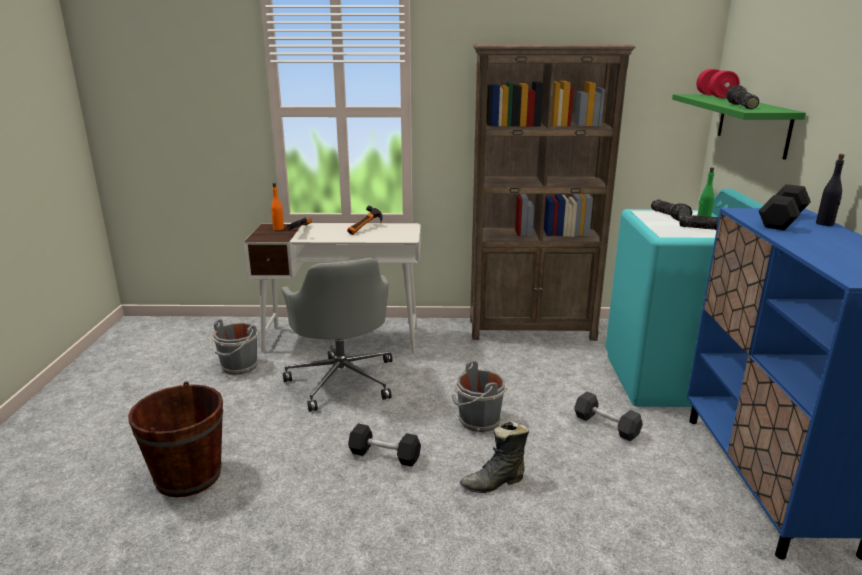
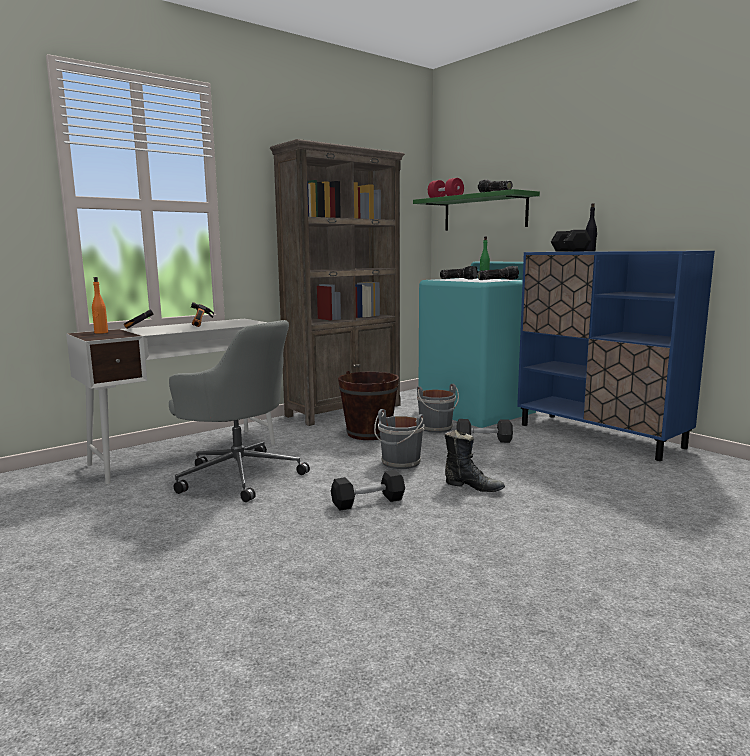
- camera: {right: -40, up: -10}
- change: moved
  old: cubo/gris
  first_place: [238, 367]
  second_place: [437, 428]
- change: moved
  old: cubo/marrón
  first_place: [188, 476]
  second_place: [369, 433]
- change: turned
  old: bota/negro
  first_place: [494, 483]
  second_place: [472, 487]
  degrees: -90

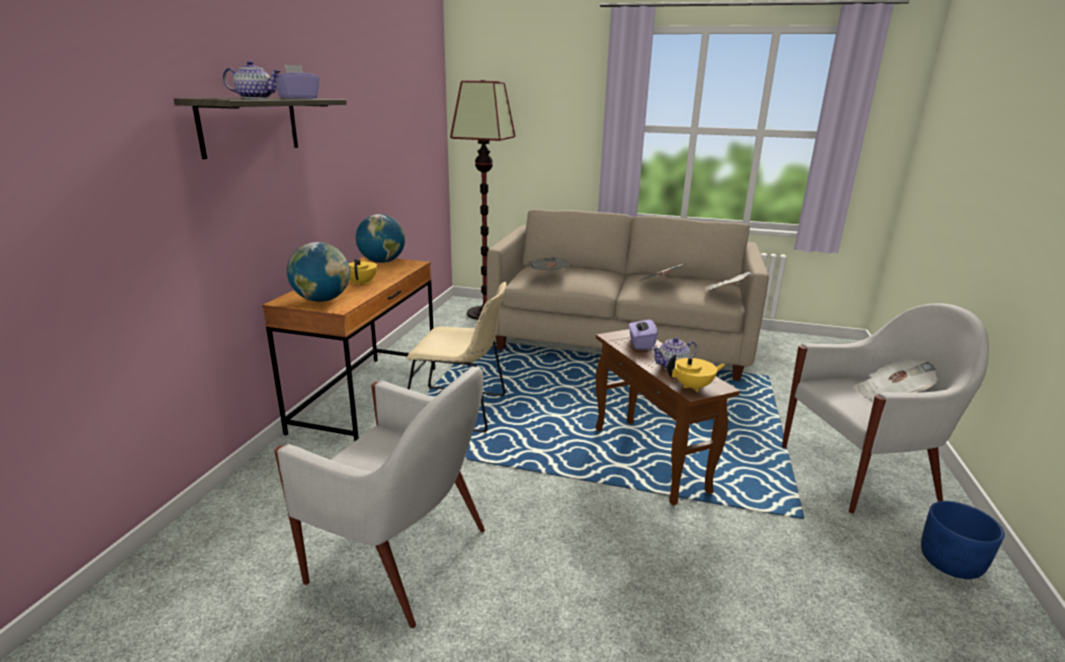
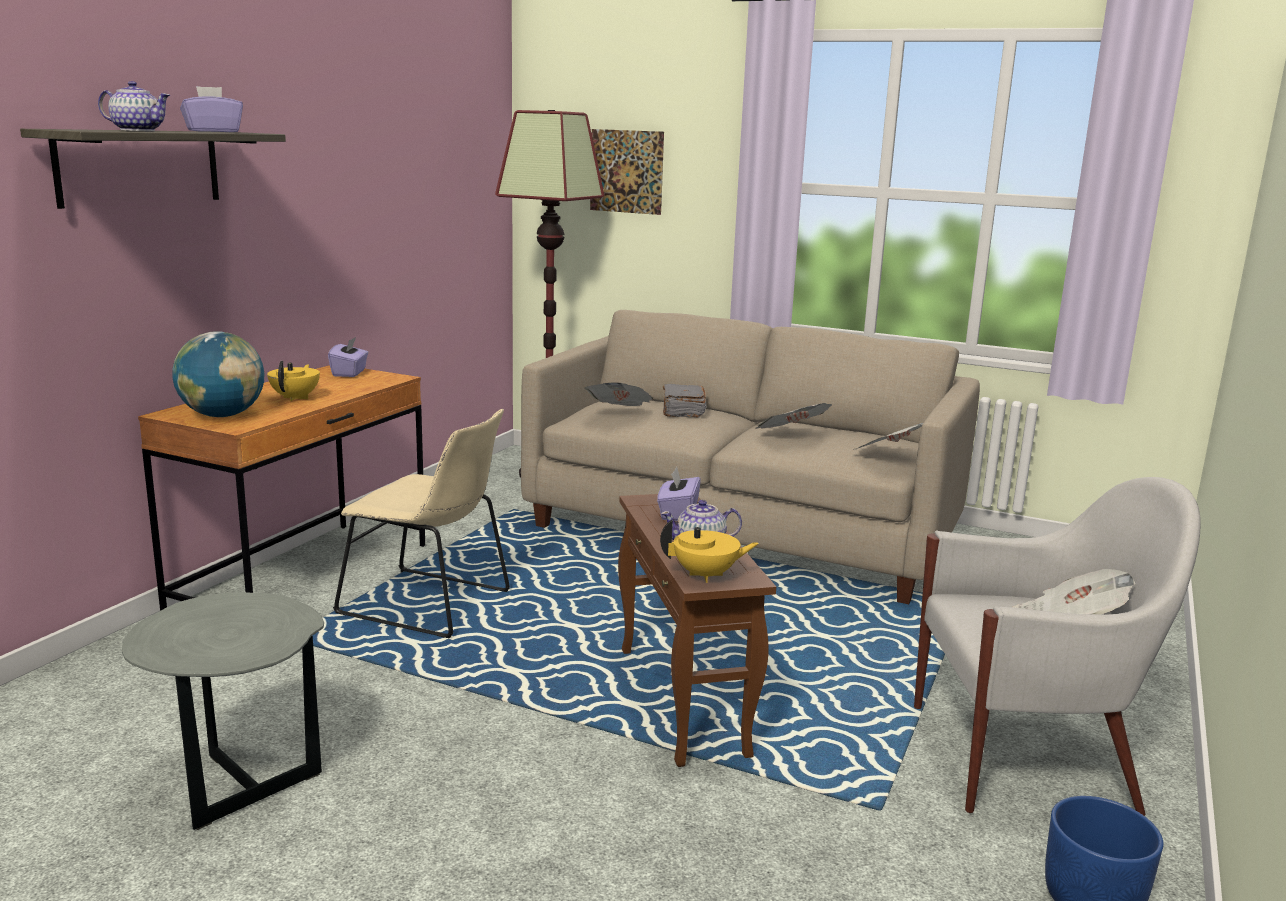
- camera: {right: 10, up: -5}
- change: replaced
  old: globo terráqueo
  new: caja de pañuelos/morado
  first_place: [382, 262]
  second_place: [349, 373]
- change: replaced
  old: sillón/blanco
  new: mesa auxiliar/gris
  first_place: [402, 557]
  second_place: [238, 784]
- change: added
  new: cuadro
  second_place: [626, 171]
- change: added
  new: libro/gris
  second_place: [682, 411]

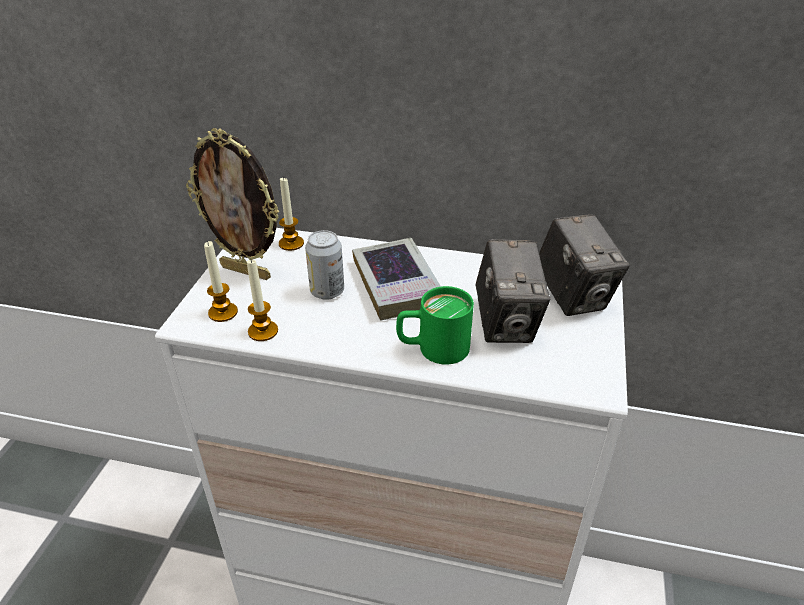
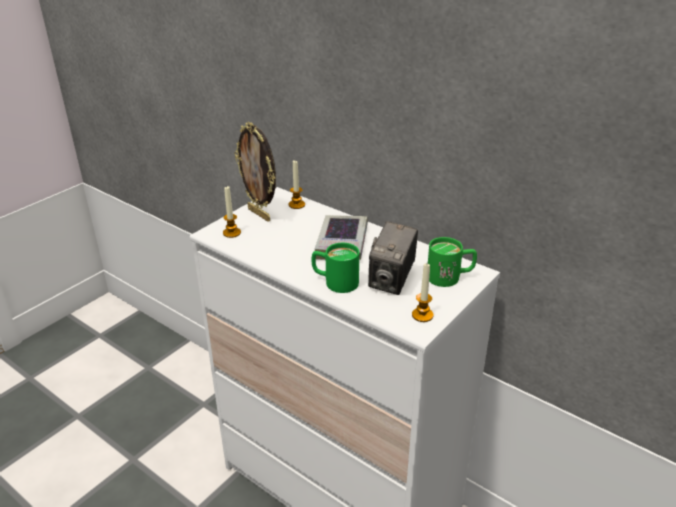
- camera: {right: 25, up: -5}
- change: replaced
  old: cámara
  new: taza grande/verde
  first_place: [573, 296]
  second_place: [450, 277]
- change: removed
  old: lata
  first_place: [327, 291]
- change: moved
  old: vela
  first_place: [263, 331]
  second_place: [422, 315]

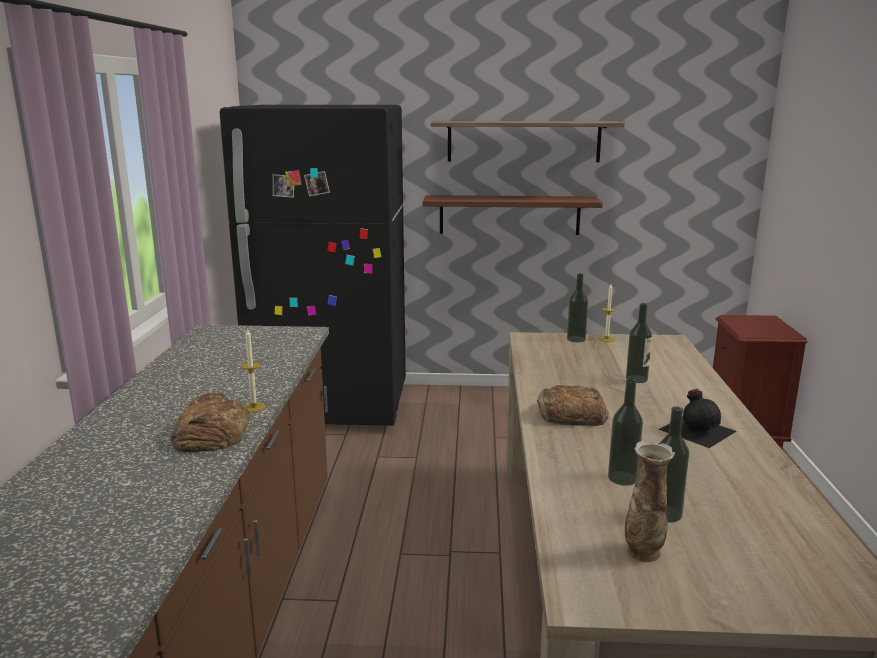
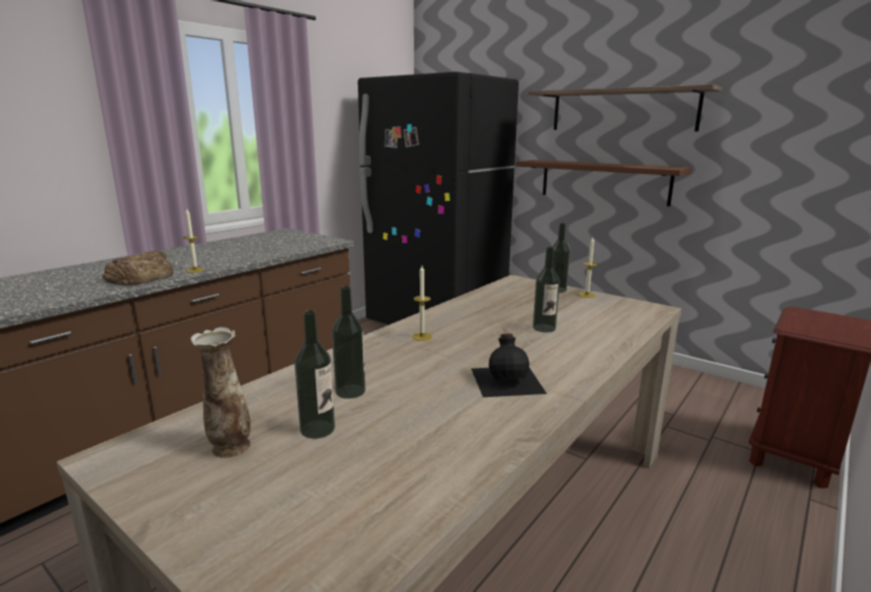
- camera: {right: 35, up: 0}
- change: replaced
  old: pan
  new: vela
  first_place: [570, 414]
  second_place: [422, 336]

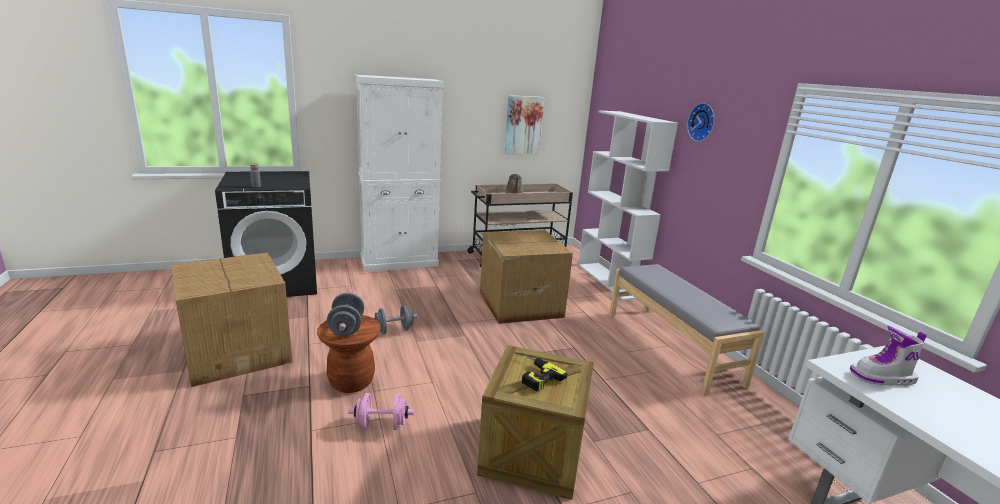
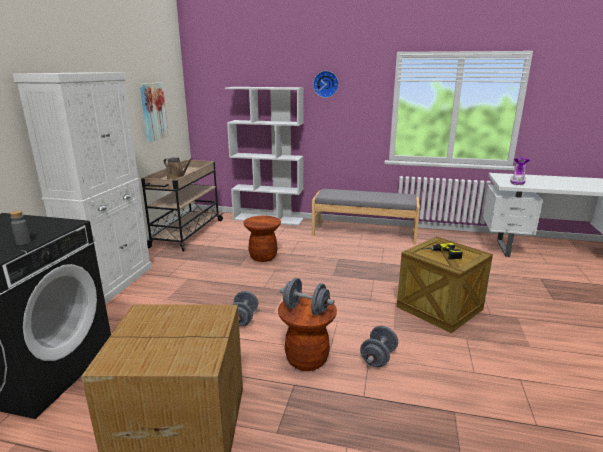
- camera: {right: -55, up: 0}
- change: replaced
  old: caja de cartón
  new: taburete/marrón
  first_place: [519, 304]
  second_place: [263, 257]
- change: recoloured
  old: mancuerna/rosa
  new: mancuerna/gris
  first_place: [381, 425]
  second_place: [378, 358]

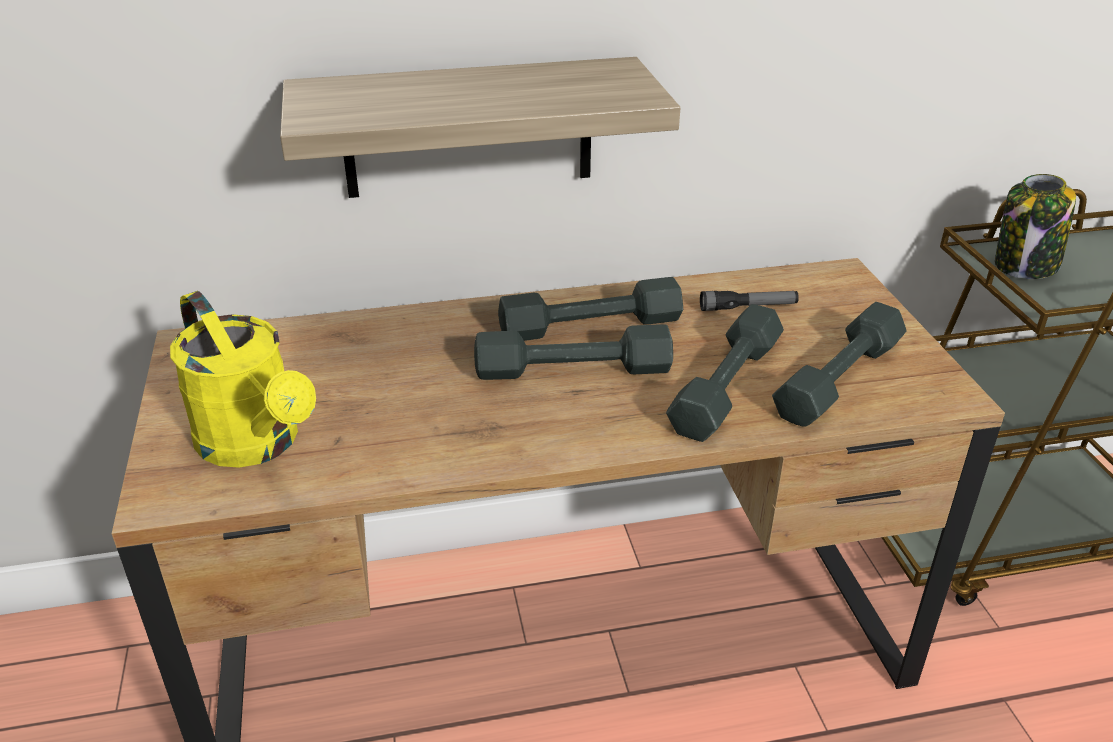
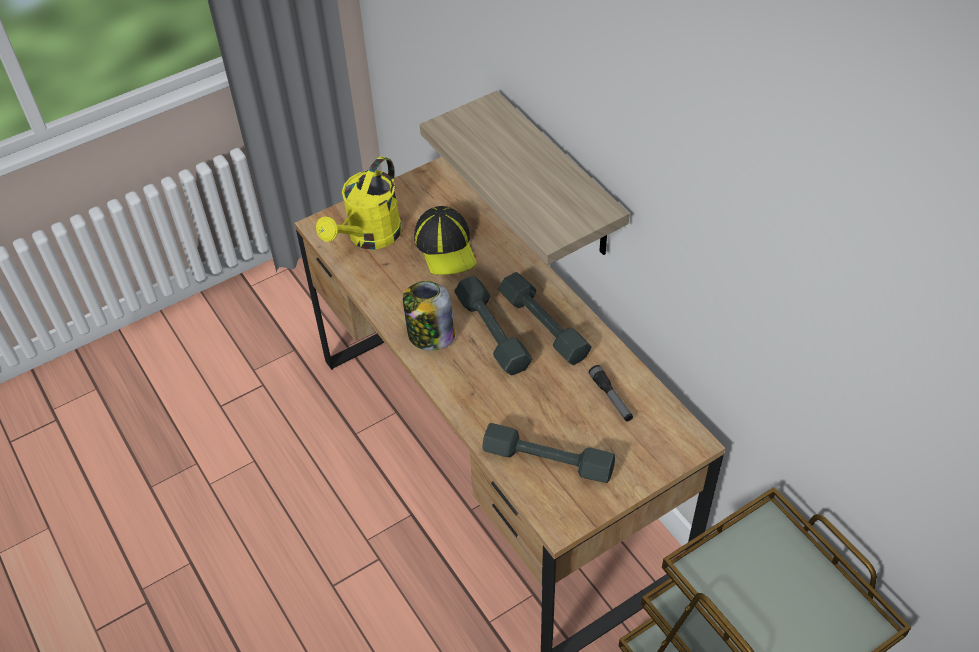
- camera: {right: 70, up: 15}
- change: moved
  old: tarro
  first_place: [1025, 266]
  second_place: [430, 335]
- change: removed
  old: mancuerna/gris
  first_place: [725, 385]
- change: added
  new: gorra
  second_place: [446, 247]

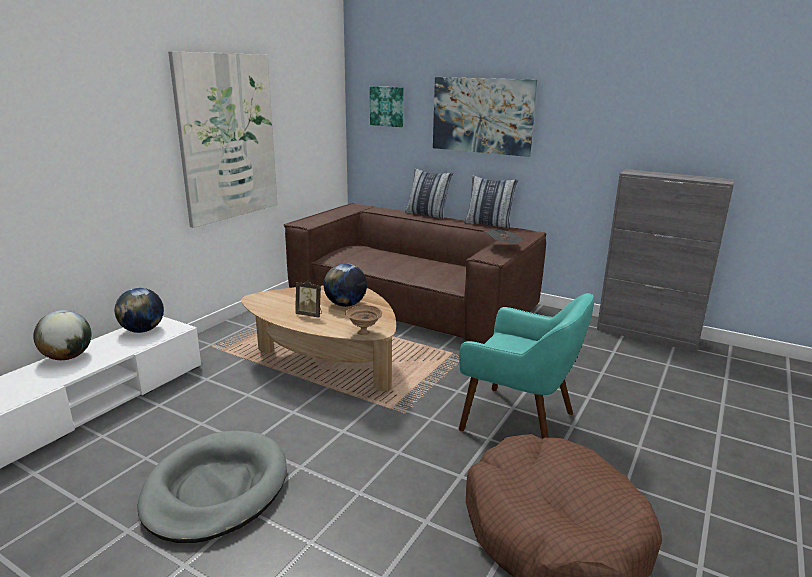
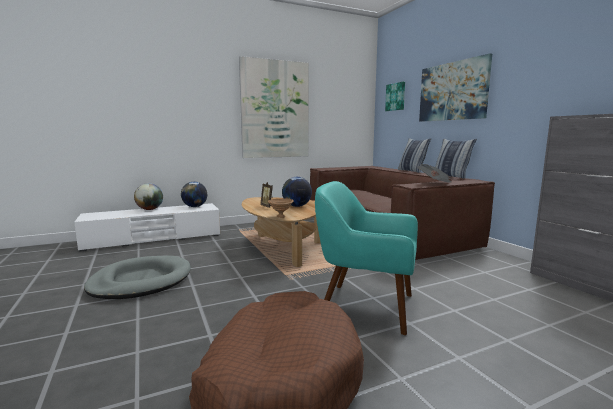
- camera: {right: 35, up: -10}
- change: turned
  old: sillón/turquesa
  first_place: [519, 422]
  second_place: [365, 306]
  degrees: 135

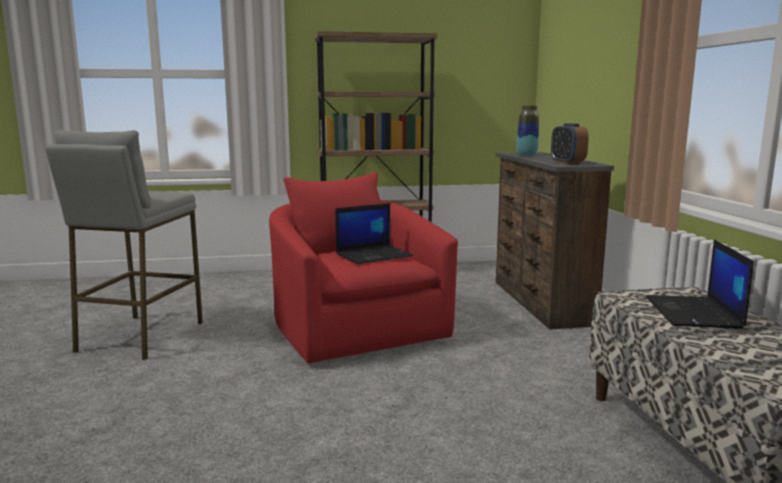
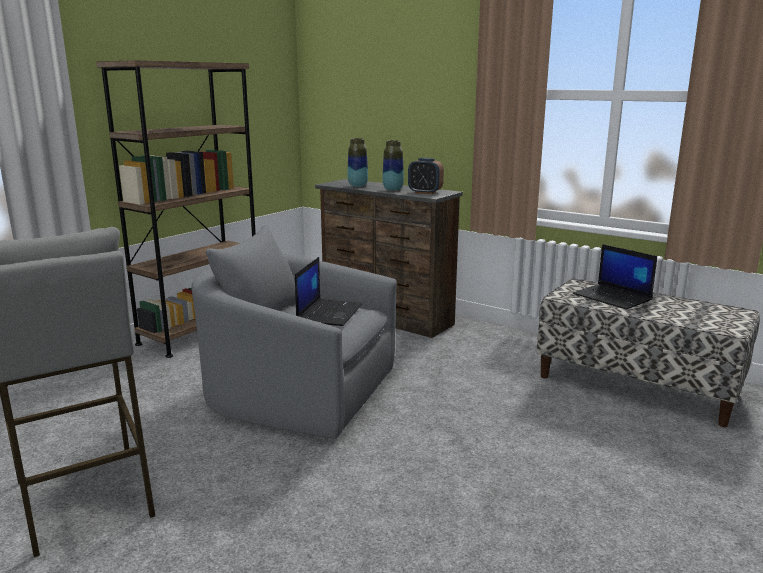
- camera: {right: -45, up: 5}
- change: recoloured
  old: sillón/rojo
  new: sillón/gris
  first_place: [354, 329]
  second_place: [297, 393]
- change: added
  new: florero
  second_place: [393, 189]

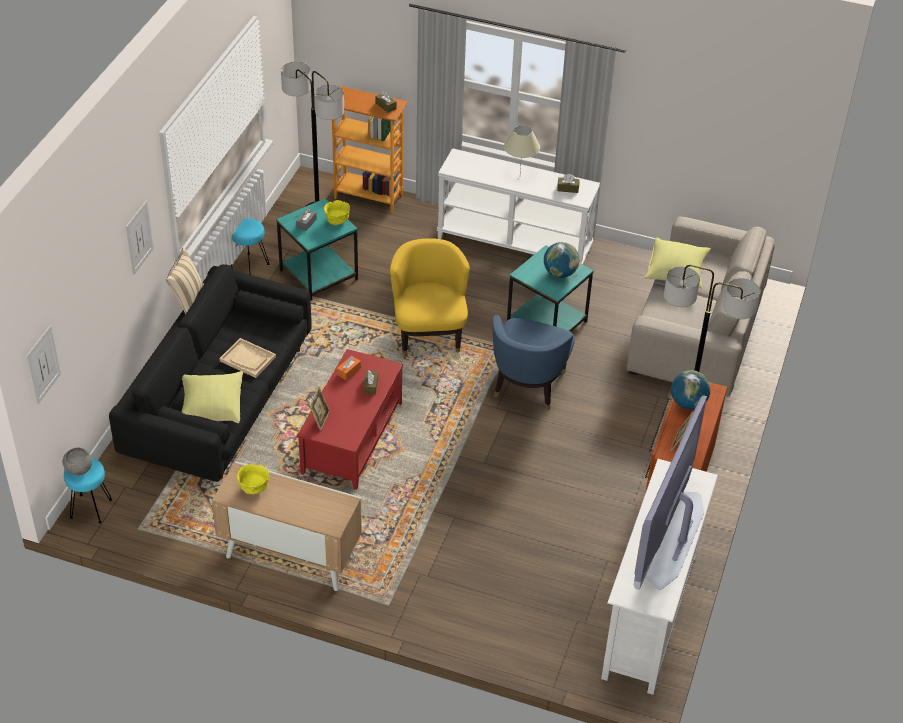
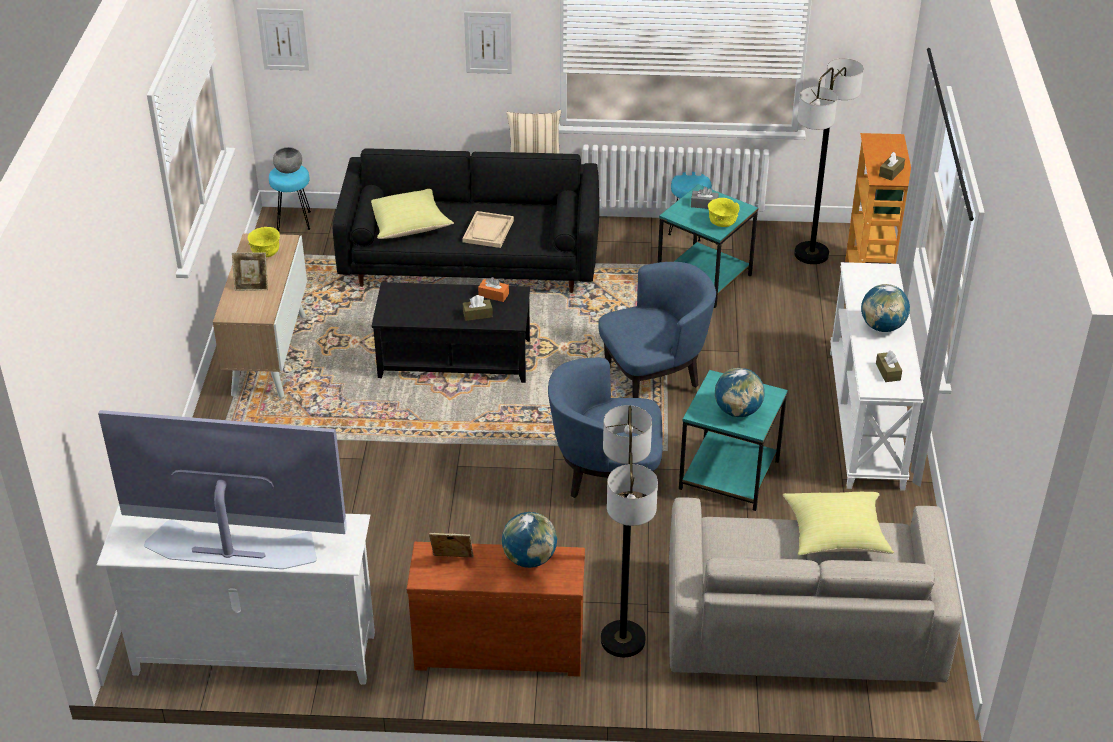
- camera: {right: 75, up: -5}
- change: replaced
  old: lámpara de mesa/beis
  new: globo terráqueo
  first_place: [520, 176]
  second_place: [882, 327]
- change: recoloured
  old: sillón/amarillo
  new: sillón/azul
  first_place: [428, 333]
  second_place: [654, 379]
- change: recoloured
  old: mesa de centro/rojo
  new: mesa de centro/negro
  first_place: [351, 438]
  second_place: [455, 358]
- change: moved
  old: portarretratos
  first_place: [320, 419]
  second_place: [252, 286]

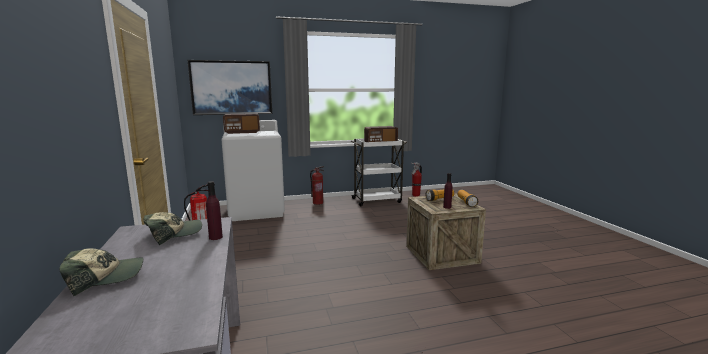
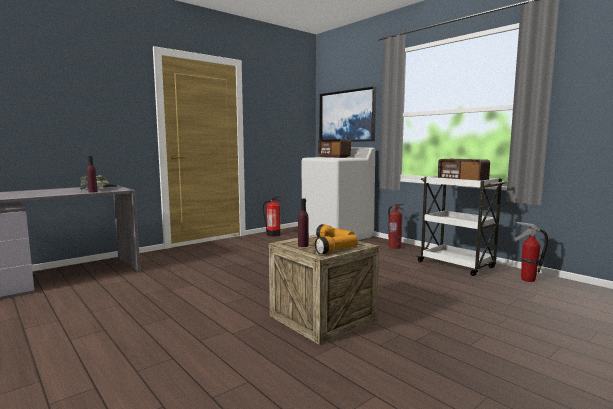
- camera: {right: 65, up: -5}
- change: removed
  old: gorra
  first_place: [105, 277]

